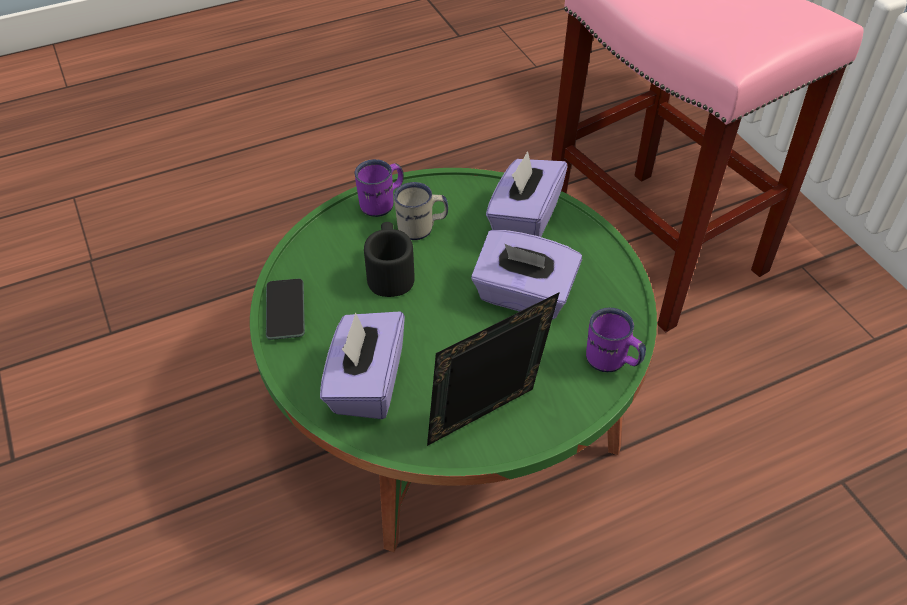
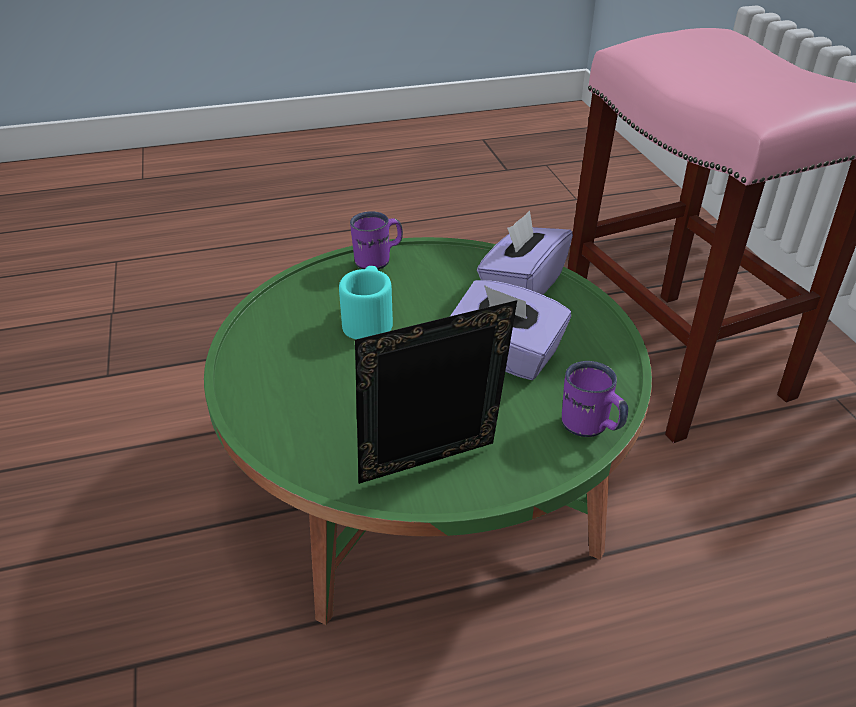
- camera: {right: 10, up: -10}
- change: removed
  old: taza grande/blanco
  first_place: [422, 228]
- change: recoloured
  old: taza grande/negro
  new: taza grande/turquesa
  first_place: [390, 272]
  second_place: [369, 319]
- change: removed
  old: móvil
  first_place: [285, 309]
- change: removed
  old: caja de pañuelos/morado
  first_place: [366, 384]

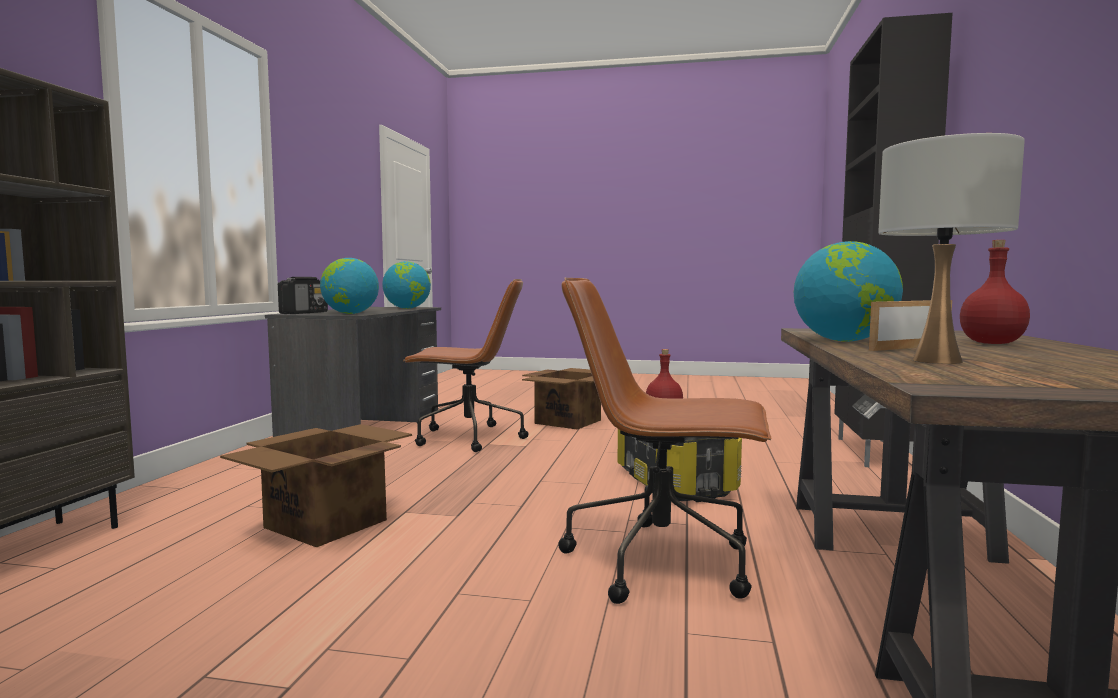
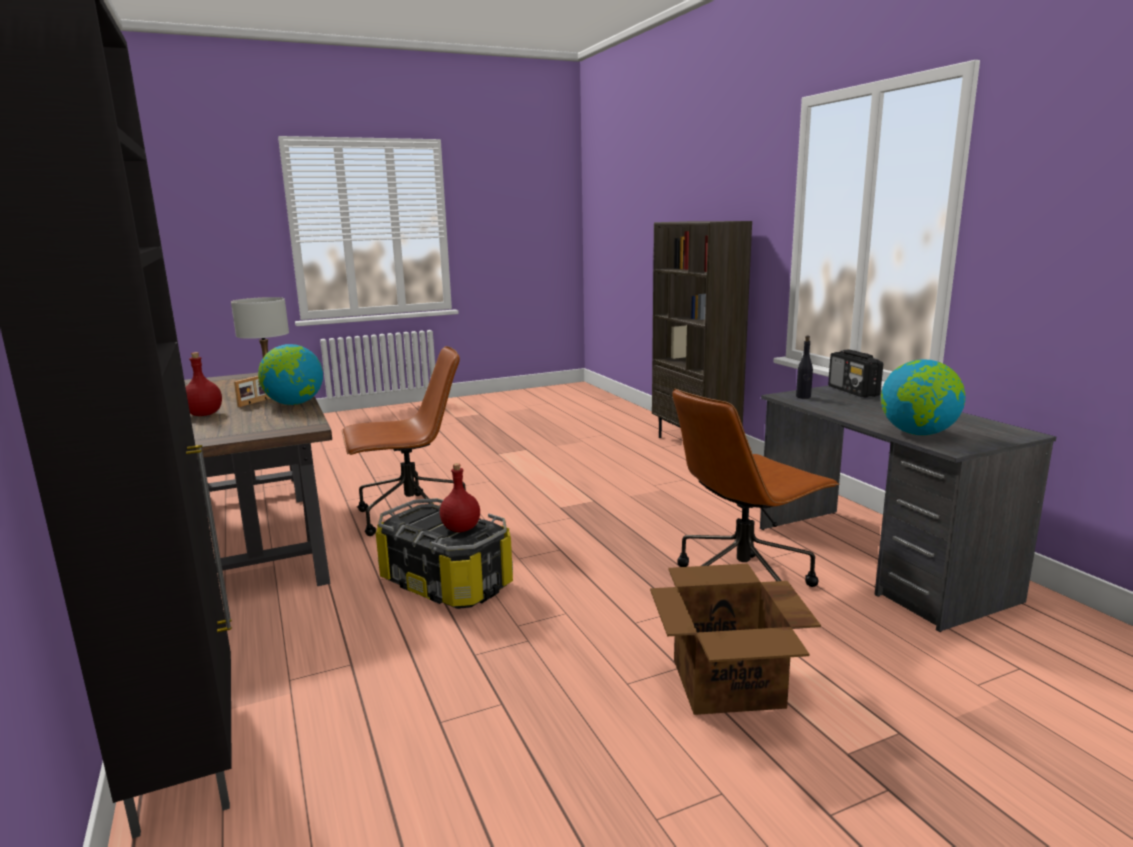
- camera: {right: 145, up: 10}
- change: replaced
  old: globo terráqueo
  new: botella/negro
  first_place: [350, 313]
  second_place: [803, 397]
- change: removed
  old: caja de cartón
  first_place: [324, 524]

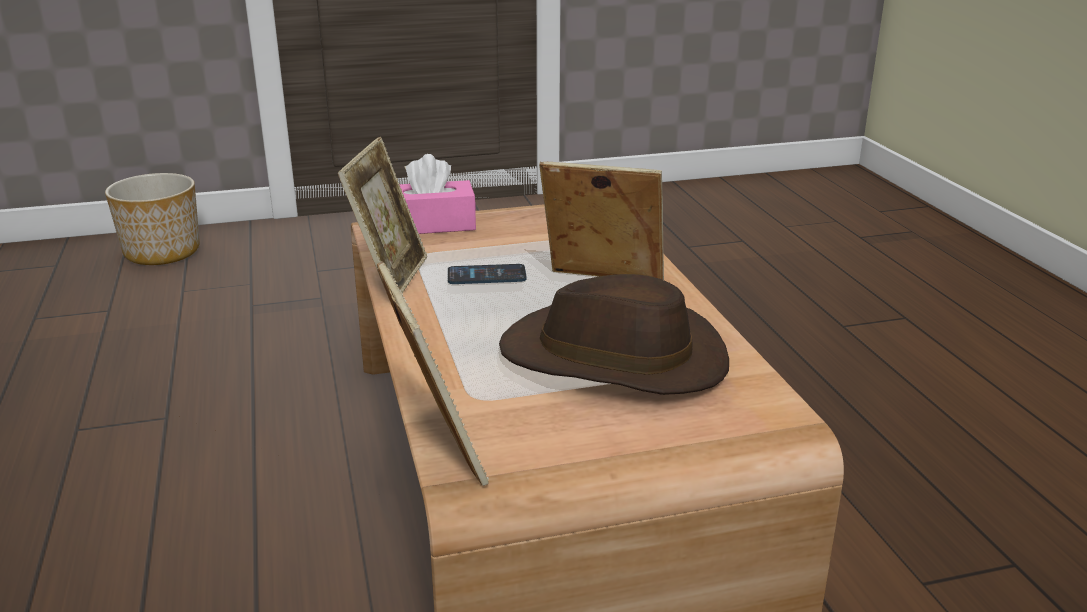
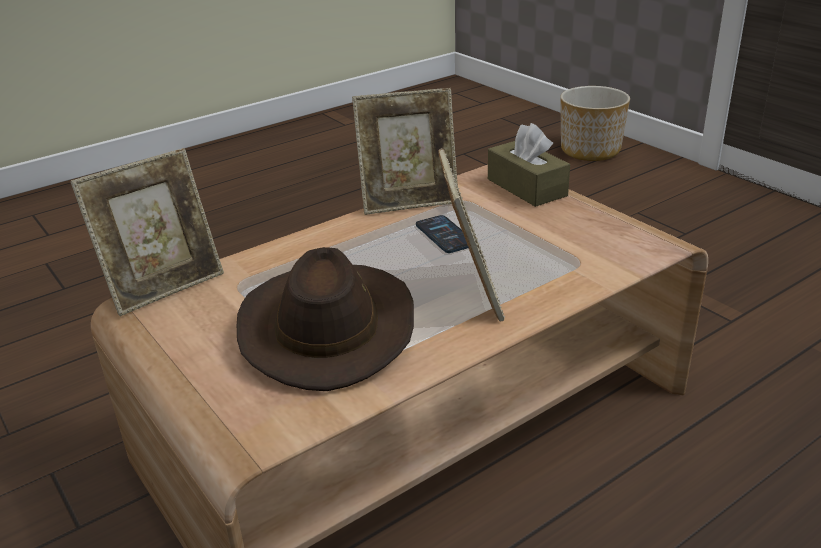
- camera: {right: 70, up: 5}
- change: recoloured
  old: caja de pañuelos/rosa
  new: caja de pañuelos/marrón
  first_place: [431, 225]
  second_place: [526, 187]

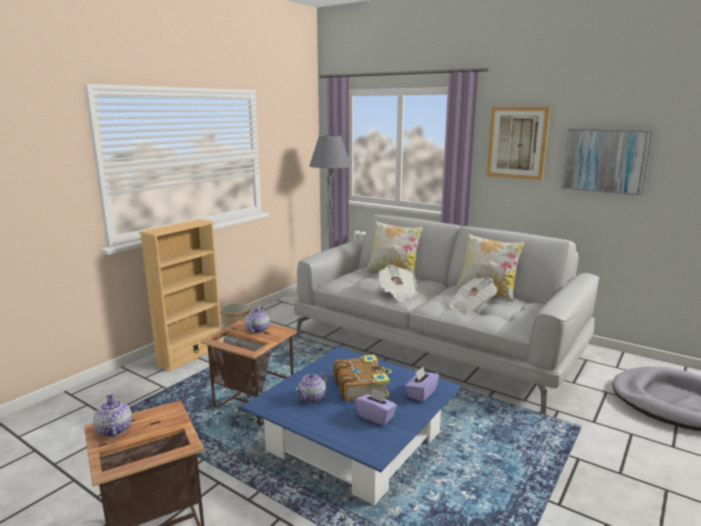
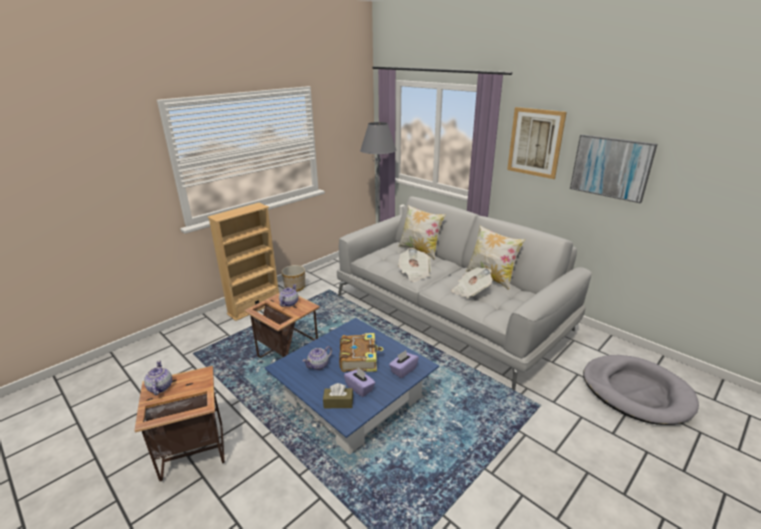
- camera: {right: 10, up: 10}
- change: added
  new: caja de pañuelos/marrón
  second_place: [338, 402]

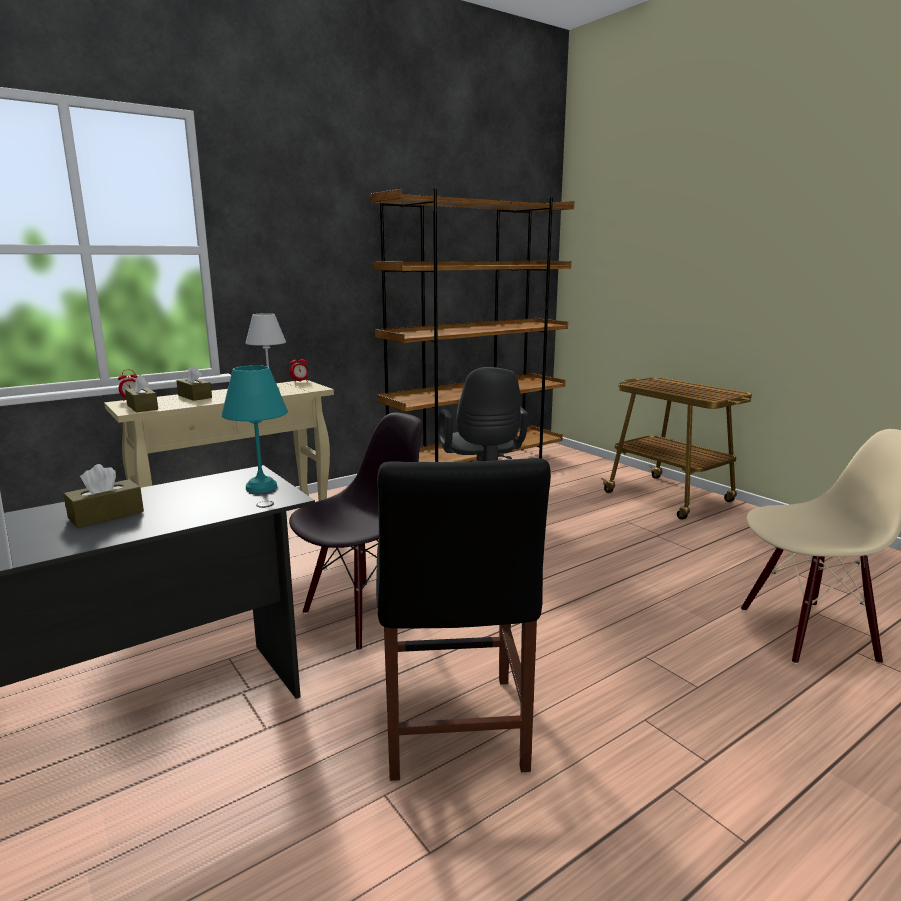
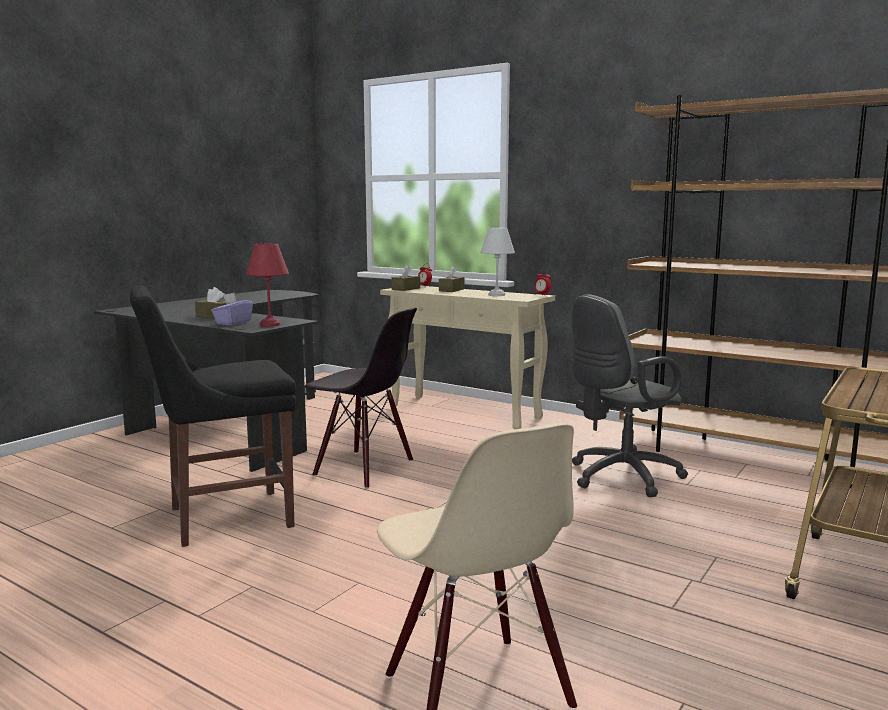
- camera: {right: 70, up: -5}
- change: recoloured
  old: lámpara de mesa/turquesa
  new: lámpara de mesa/rojo
  first_place: [260, 488]
  second_place: [269, 324]
- change: added
  new: caja de pañuelos/morado
  second_place: [233, 323]

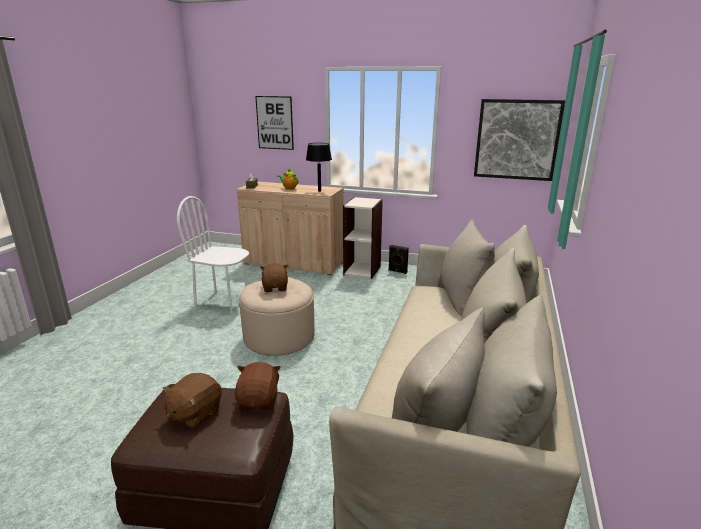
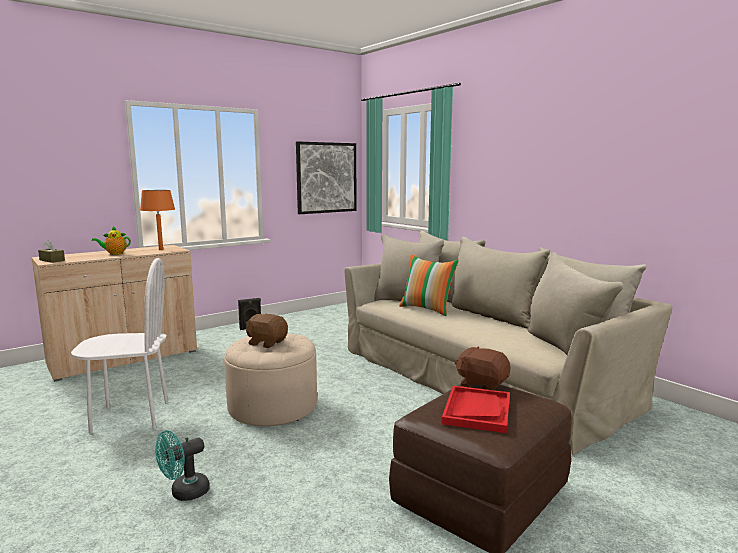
- camera: {right: -55, up: -10}
- change: removed
  old: cuadro
  first_place: [275, 123]
- change: recoloured
  old: lámpara de mesa/negro
  new: lámpara de mesa/naranja
  first_place: [319, 191]
  second_place: [161, 250]
- change: turned
  old: silla/blanco
  first_place: [223, 303]
  second_place: [130, 417]
  degrees: -150
- change: removed
  old: estantería
  first_place: [362, 270]
- change: replaced
  old: peluche/marrón
  new: bandeja/rojo
  first_place: [194, 413]
  second_place: [477, 410]
- change: added
  new: cojín
  second_place: [427, 309]
- change: added
  new: ventilador/turquesa
  second_place: [184, 493]

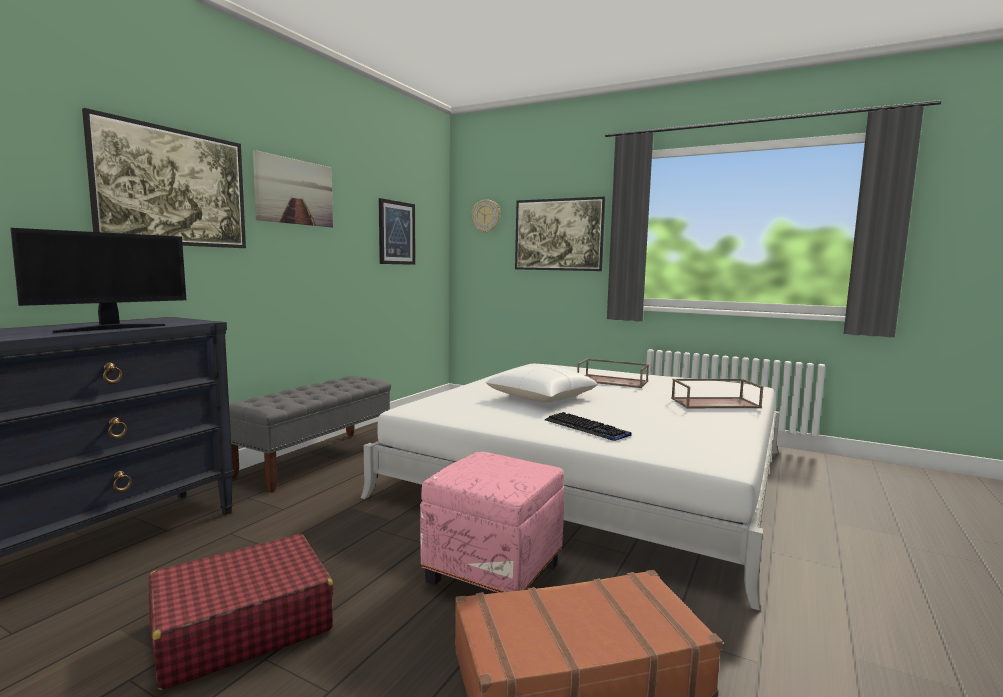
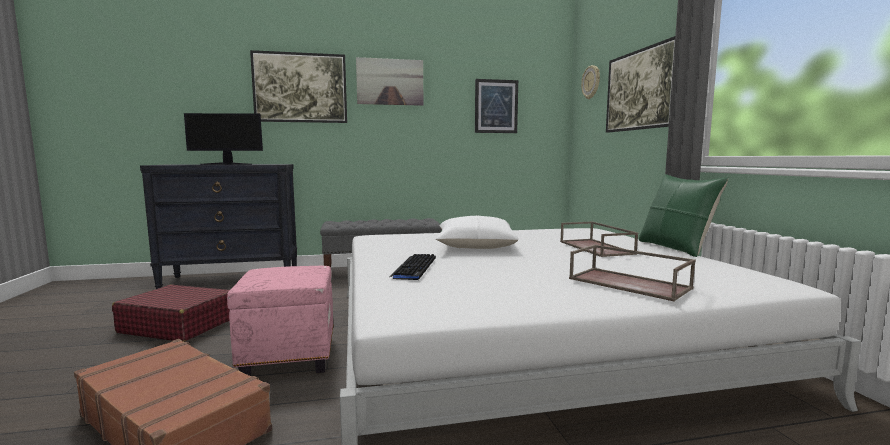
- camera: {right: 50, up: 0}
- change: added
  new: cojín/verde
  second_place: [675, 248]

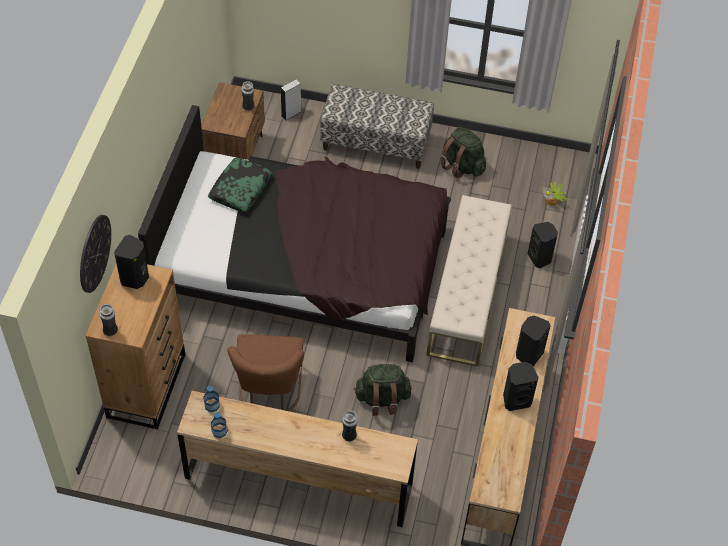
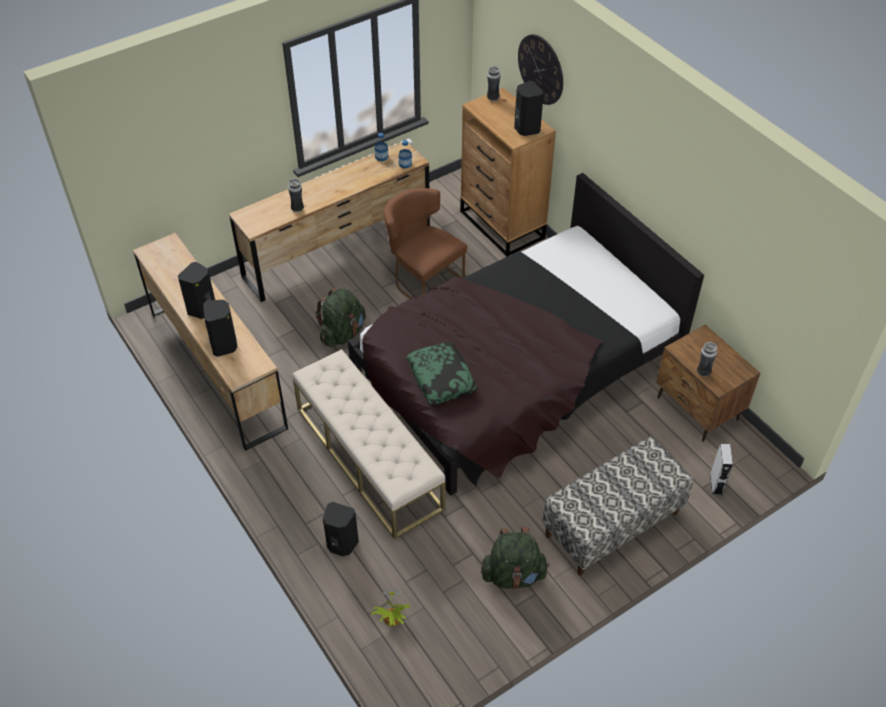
- camera: {right: 135, up: -5}
- change: moved
  old: cojín
  first_place: [240, 189]
  second_place: [441, 378]

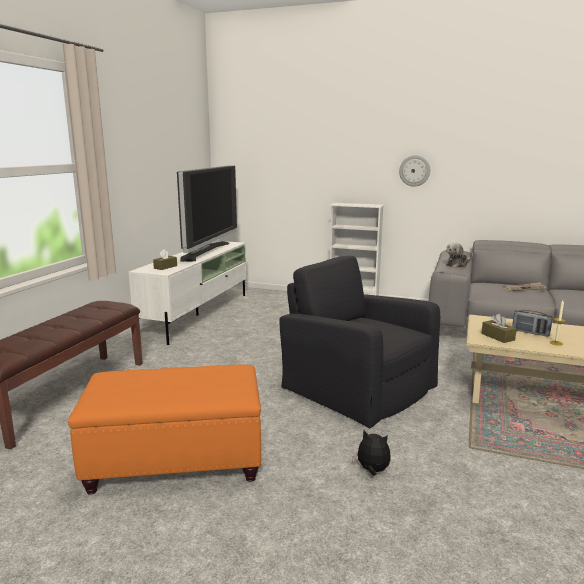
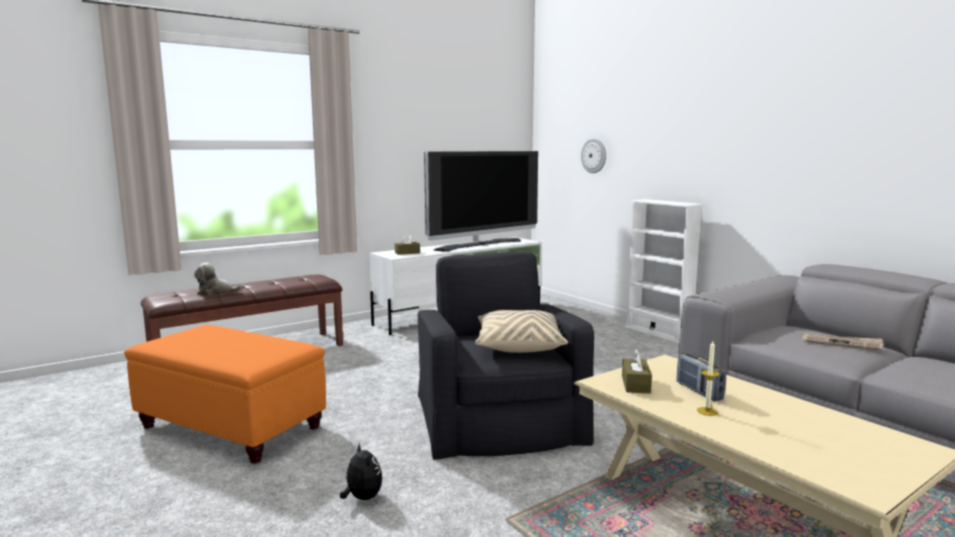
- camera: {right: 35, up: -5}
- change: moved
  old: reloj de pared
  first_place: [414, 170]
  second_place: [594, 155]
- change: moved
  old: peluche
  first_place: [457, 265]
  second_place: [216, 292]
- change: added
  new: cojín/beis
  second_place: [518, 345]

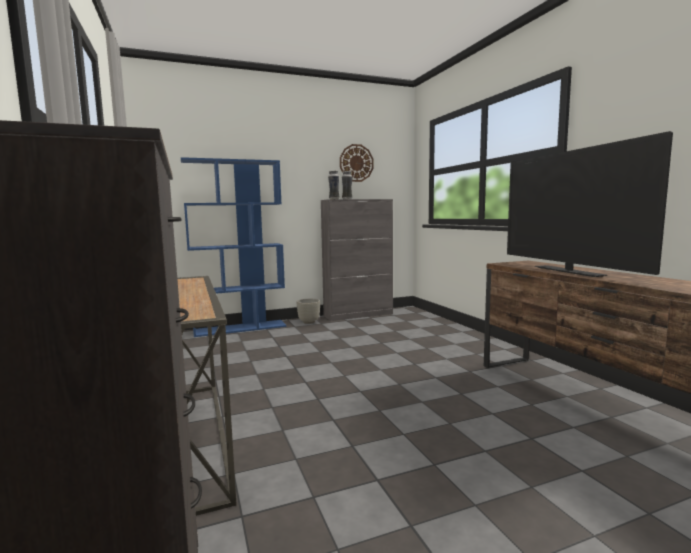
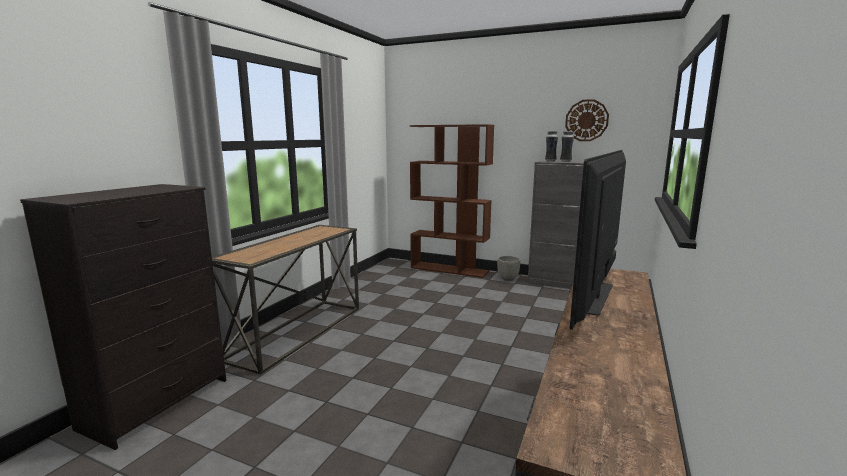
- camera: {right: 45, up: 5}
- change: recoloured
  old: estantería/azul
  new: estantería/marrón
  first_place: [240, 328]
  second_place: [449, 269]

